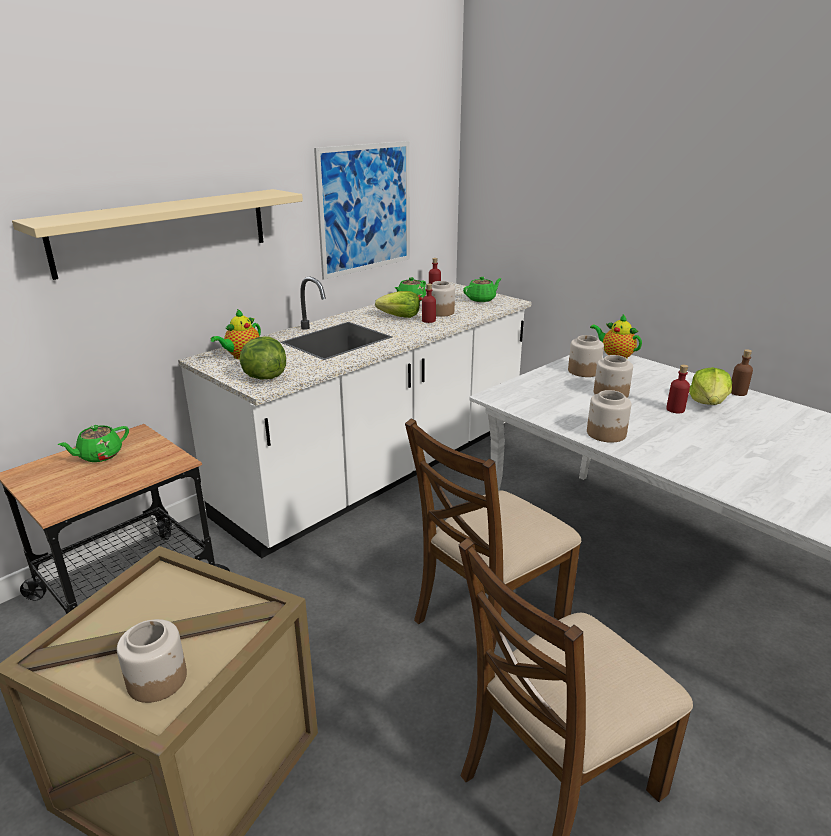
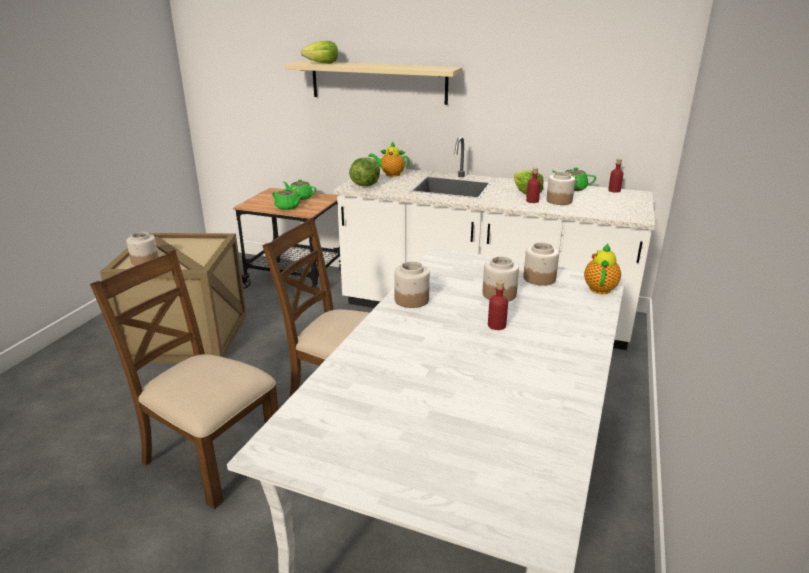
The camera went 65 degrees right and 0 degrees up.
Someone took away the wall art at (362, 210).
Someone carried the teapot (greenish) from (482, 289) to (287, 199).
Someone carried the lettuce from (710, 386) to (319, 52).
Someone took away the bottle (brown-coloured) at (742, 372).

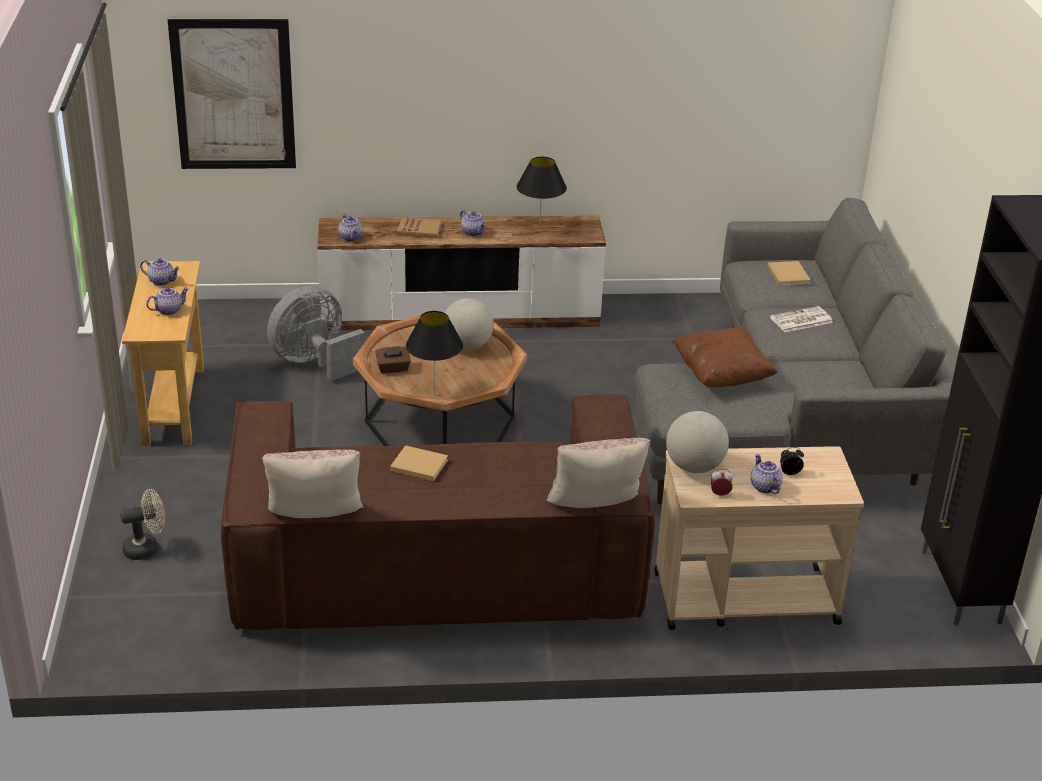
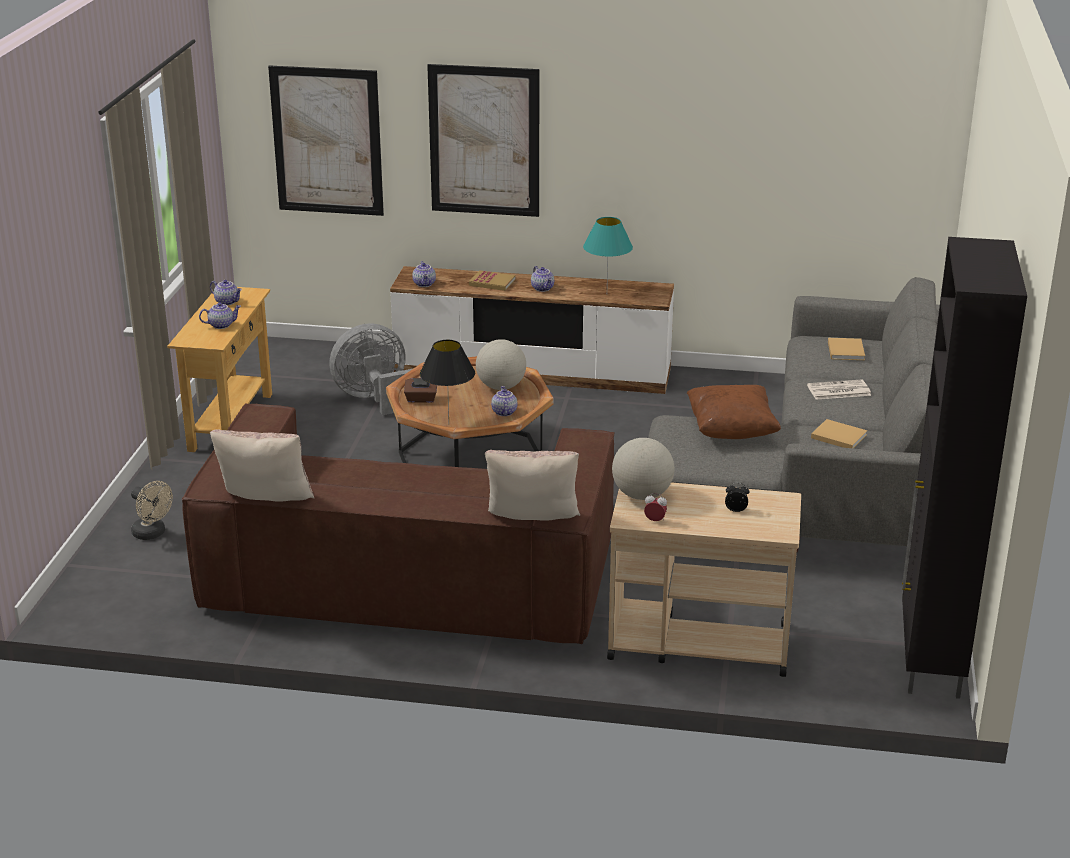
The camera went 15 degrees right and 5 degrees down.
Someone rotated the fan (beige) at (142, 524) by 45 degrees clockwise.
Someone carried the volume (beige) from (419, 463) to (839, 434).
Someone repainted the lamp for a table (black-coloured) at (541, 195), which became the lamp for a table (turquoise-coloured) at (608, 250).
Someone carried the teapot from (767, 474) to (504, 401).
Someone put up the wall art at (483, 140).

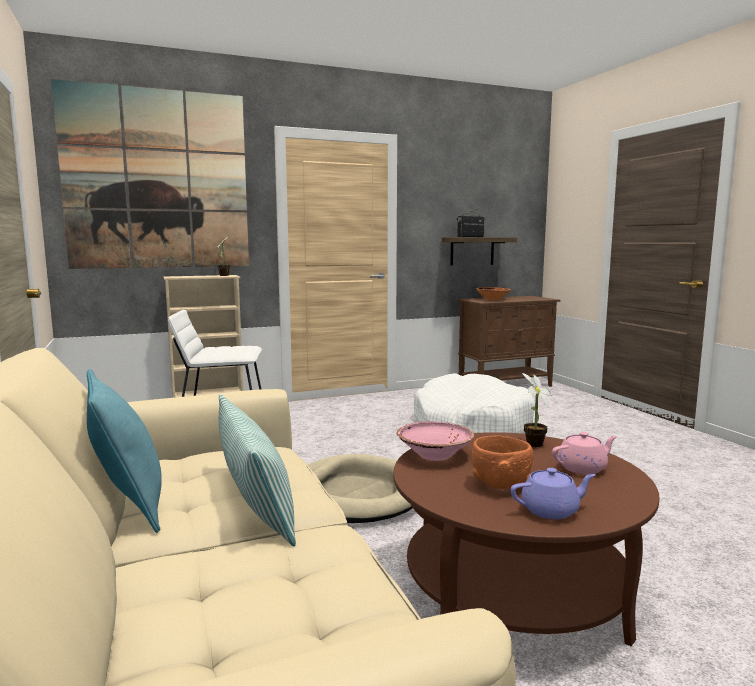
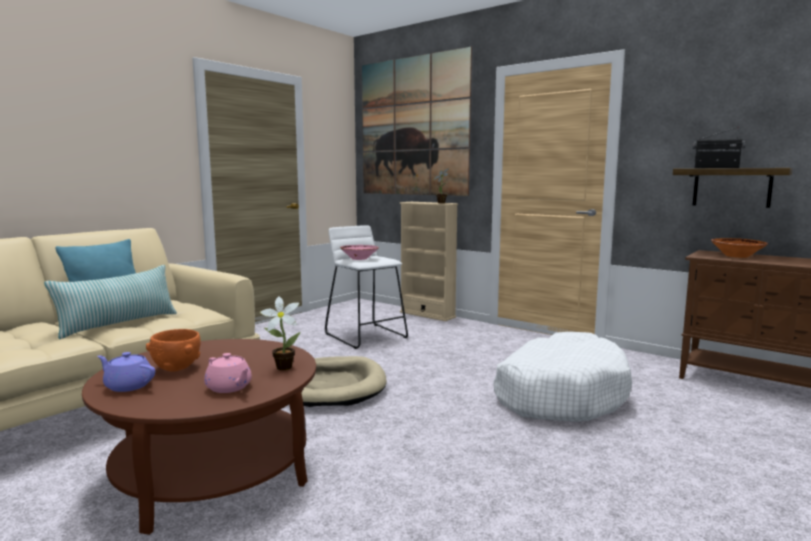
The camera went 60 degrees right and 0 degrees up.
Someone carried the bowl (pinkish) from (435, 441) to (359, 252).
Someone rotated the teapot (purplish) at (553, 493) by 150 degrees clockwise.

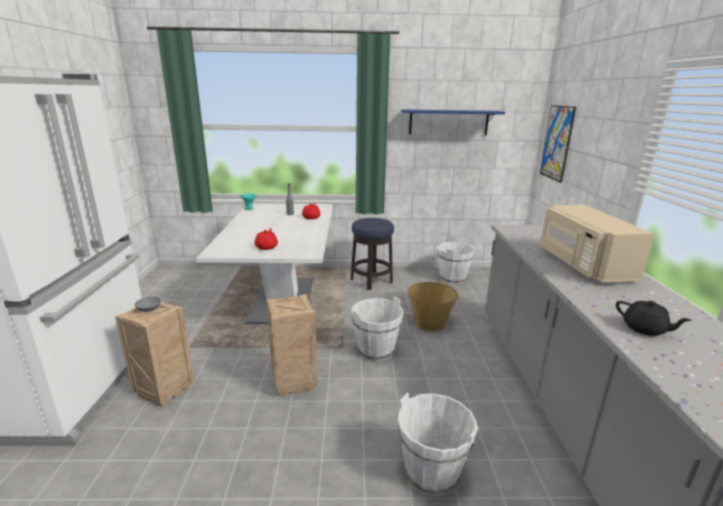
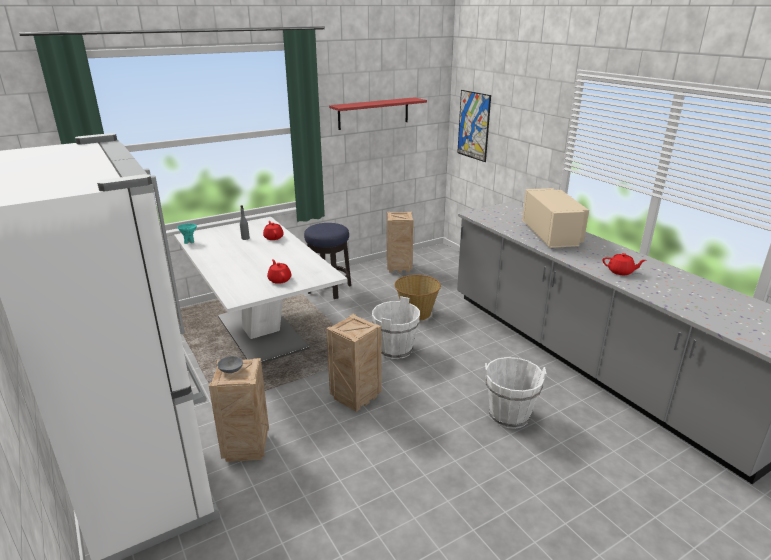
The camera went 30 degrees left and 5 degrees up.
Someone repainted the shelf (blue-coloured) at (453, 122), which became the shelf (red-coloured) at (378, 113).
Someone swapped the pail (whitish) at (456, 261) for the shipping crate at (400, 242).
Someone rotated the microwave oven (beige) at (597, 243) by 150 degrees counterclockwise.
Someone repainted the teapot (black-coloured) at (654, 318), which became the teapot (red-coloured) at (624, 264).

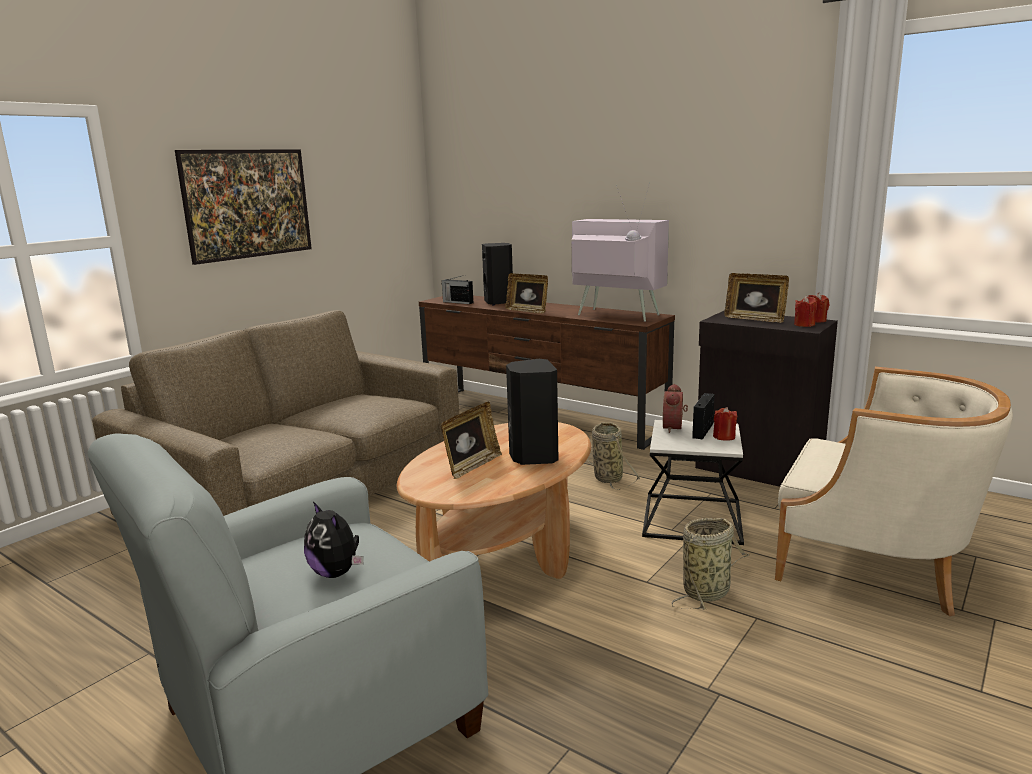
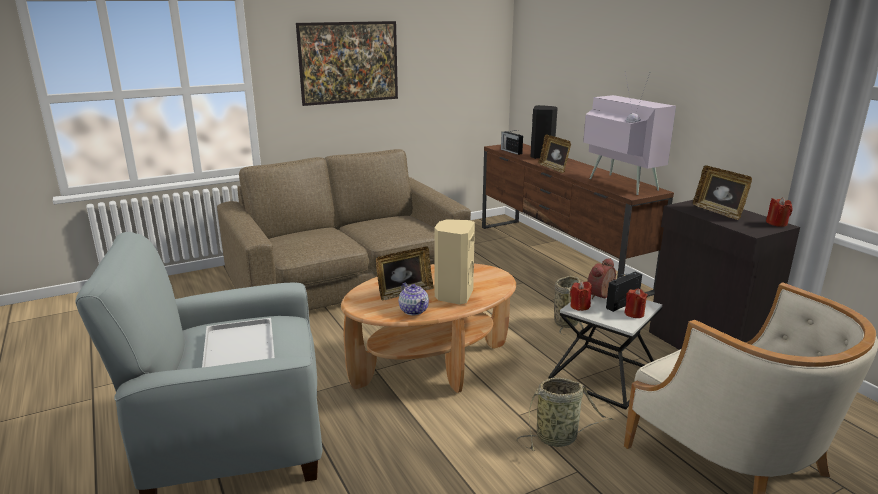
The camera went 25 degrees right and 5 degrees up.
Someone swapped the cuddly toy at (333, 539) for the serving tray (whitish) at (238, 342).
Someone repainted the audio speaker (black-coloured) at (532, 412), which became the audio speaker (beige) at (454, 262).
Someone carried the wax candle (red-coloured) from (805, 311) to (581, 296).
Someone put down the teapot at (414, 299).

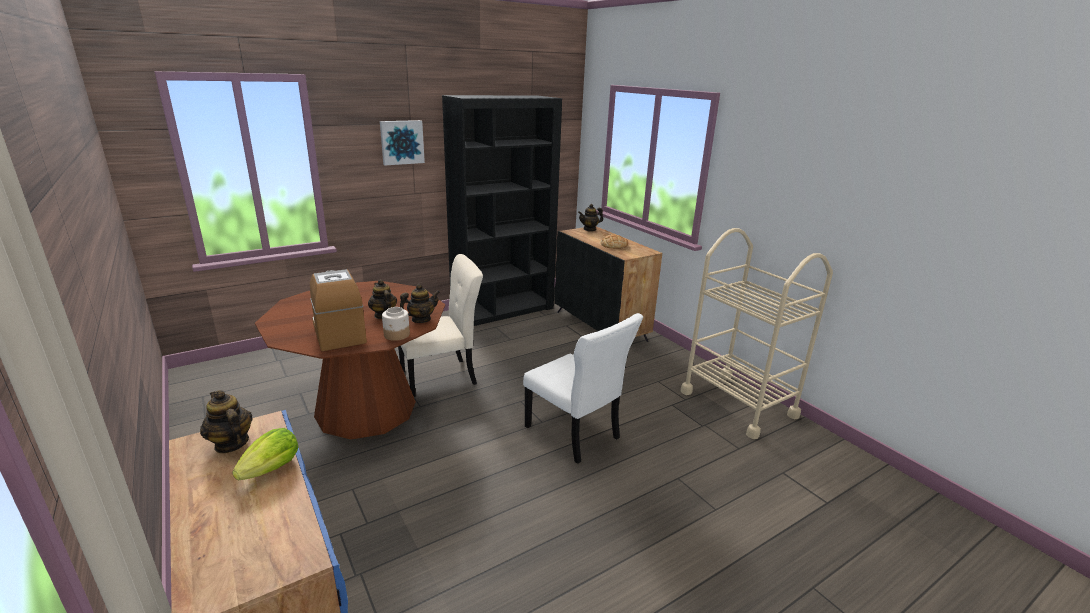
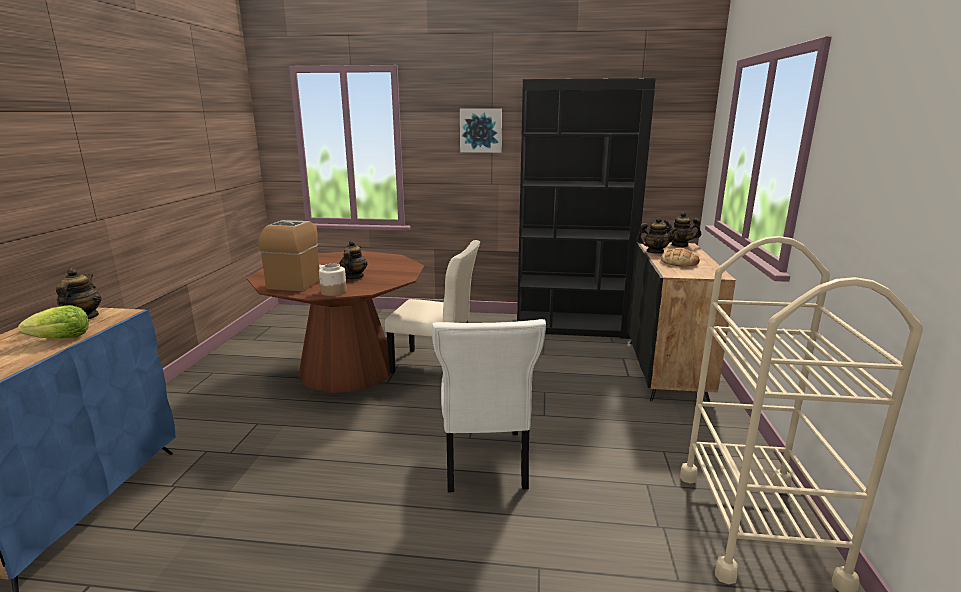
The camera went 40 degrees right and 5 degrees down.
Someone carried the teapot from (420, 303) to (657, 236).

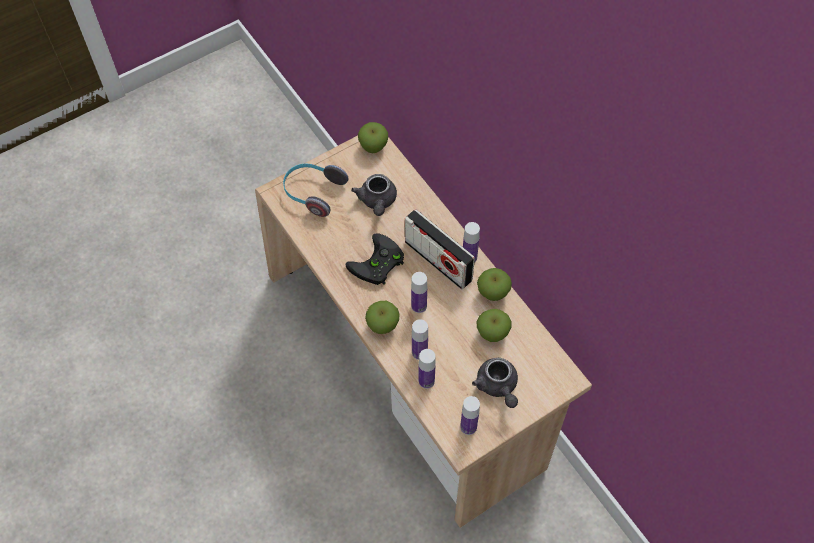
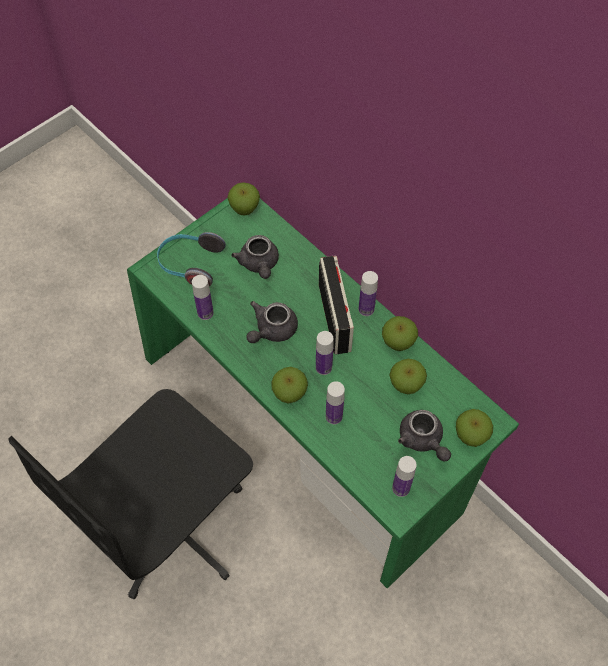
The camera went 10 degrees left and 0 degrees up.
Someone repainted the desk unit (beige) at (423, 331), which became the desk unit (greenish) at (323, 393).
Someone swapped the game controller (black-coloured) at (374, 259) for the teapot (grey) at (272, 322).
Someone rotated the radio at (440, 249) by 135 degrees counterclockwise.
Someone carried the bottle from (427, 369) to (203, 297).
Someone put down the office chair (black-coloured) at (130, 494).
Someone put down the apple at (474, 428).

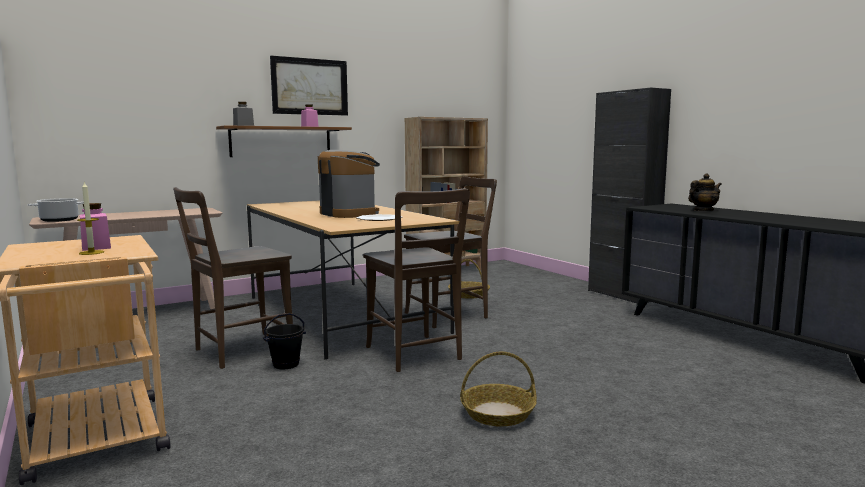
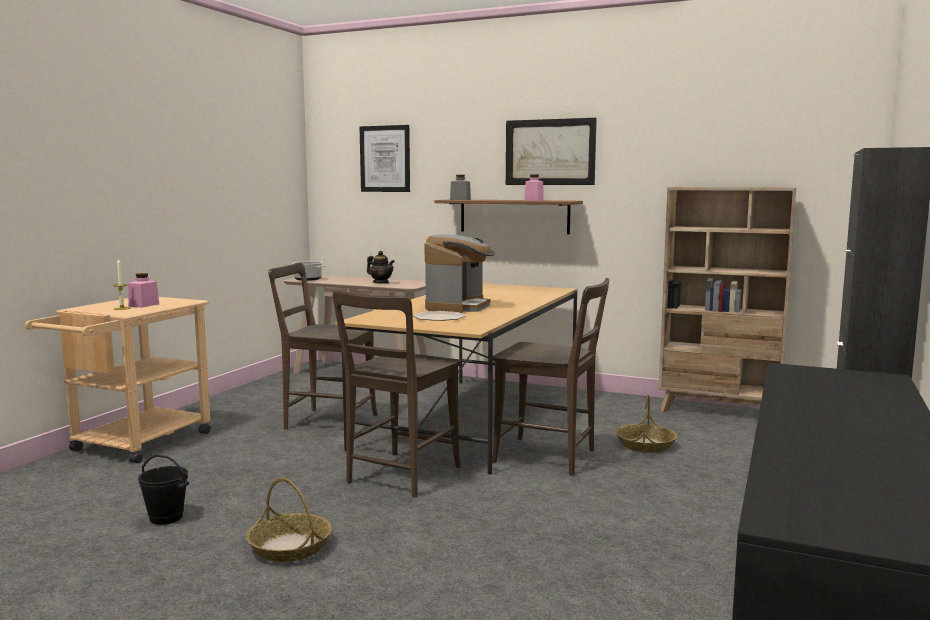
The camera went 55 degrees right and 0 degrees up.
Someone carried the pail (black-coloured) from (284, 341) to (163, 489).
Someone carried the teapot from (705, 192) to (381, 267).
Someone put up the wall art at (385, 158).

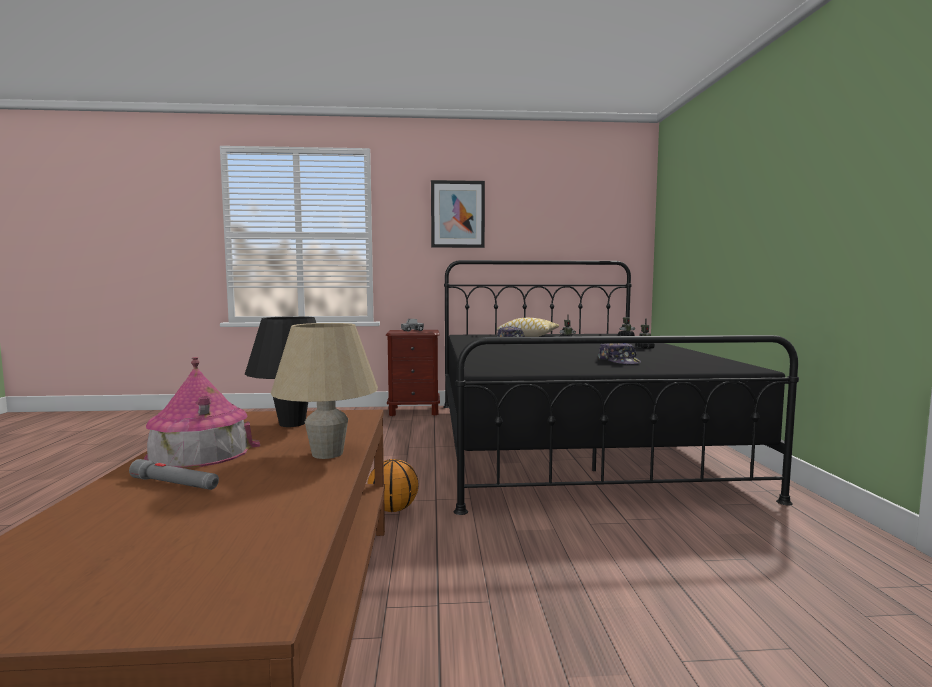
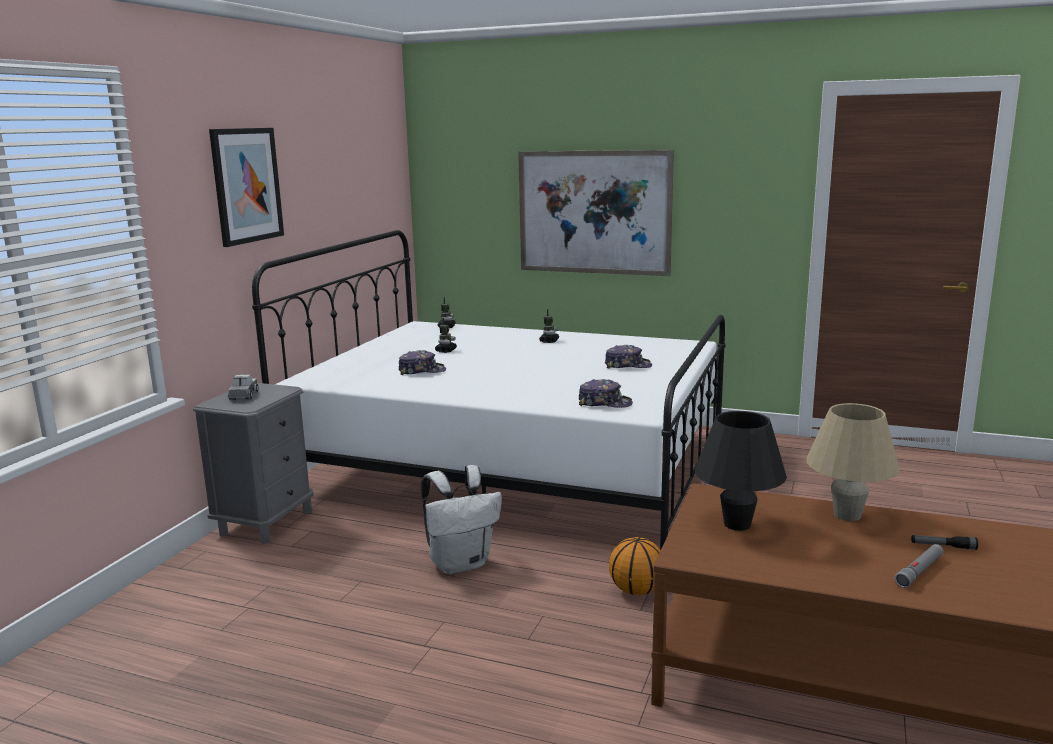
The camera went 65 degrees left and 10 degrees up.
Someone took away the toy house at (202, 412).
Someone repainted the nightstand (brown-coloured) at (413, 373), which became the nightstand (grey) at (253, 463).
Someone repainted the bedroom bed (black-coloured) at (621, 387), which became the bedroom bed (whitish) at (489, 390).
Someone took away the cushion at (528, 327).
Someone put down the rucksack (whitish) at (461, 519).
Someone put up the wall art at (596, 213).
Someone put down the peaked cap at (606, 393).
Someone put down the torch at (944, 542).

